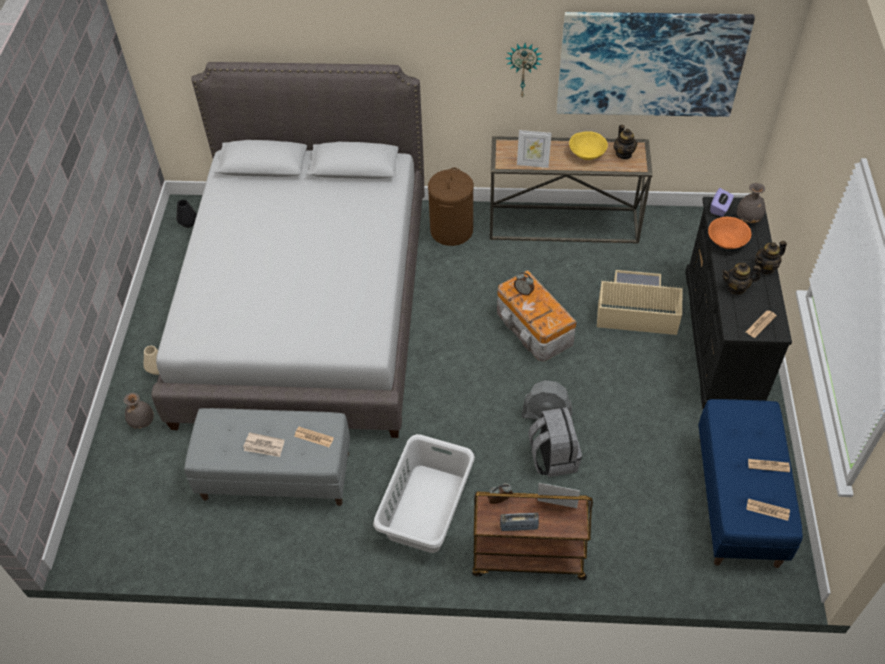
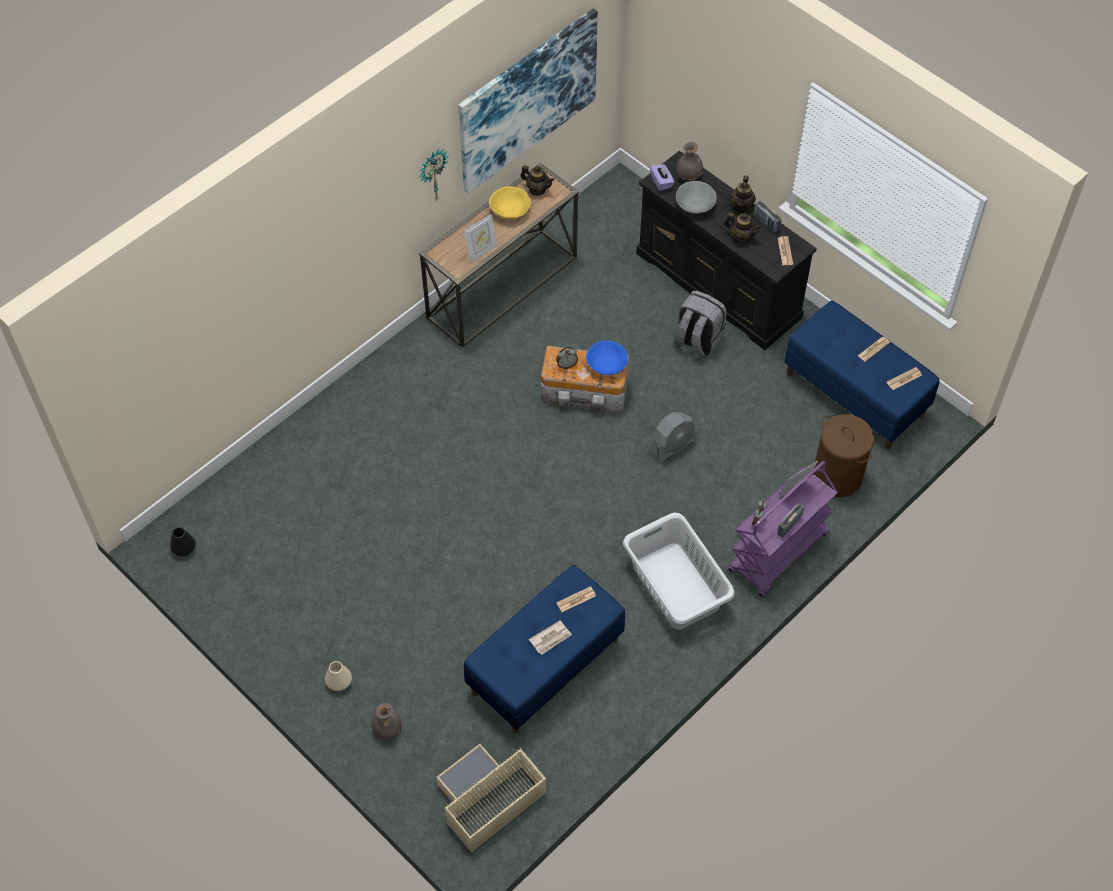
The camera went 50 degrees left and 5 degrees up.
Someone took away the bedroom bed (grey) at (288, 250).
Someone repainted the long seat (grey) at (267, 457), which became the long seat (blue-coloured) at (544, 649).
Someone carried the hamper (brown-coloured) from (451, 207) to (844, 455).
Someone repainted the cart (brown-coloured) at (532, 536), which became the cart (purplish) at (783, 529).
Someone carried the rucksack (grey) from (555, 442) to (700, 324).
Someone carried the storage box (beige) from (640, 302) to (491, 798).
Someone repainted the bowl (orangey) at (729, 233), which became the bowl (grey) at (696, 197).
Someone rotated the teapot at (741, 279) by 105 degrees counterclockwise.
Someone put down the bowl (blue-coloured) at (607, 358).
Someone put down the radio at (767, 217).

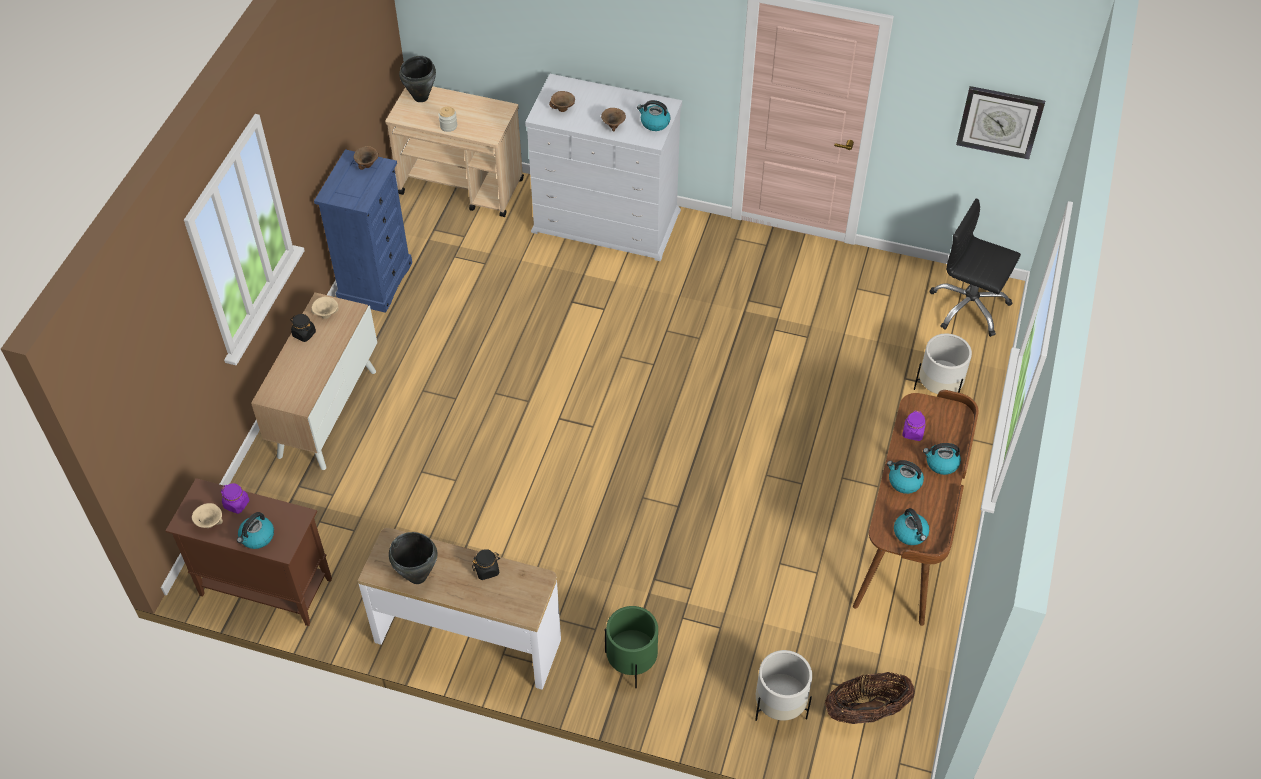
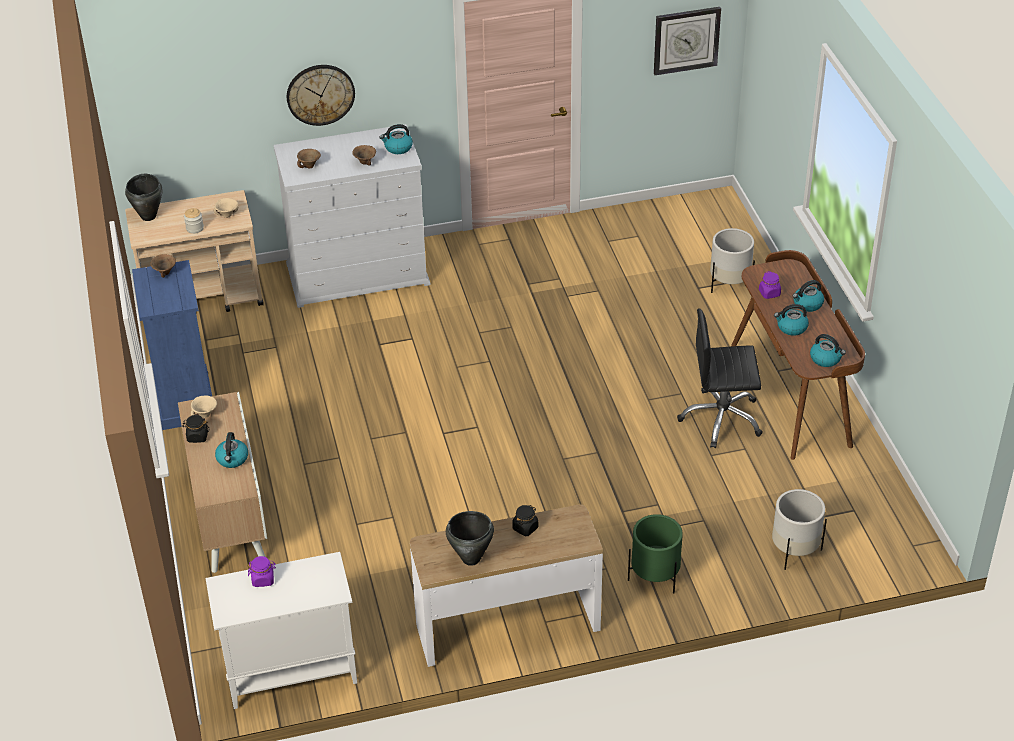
The camera went 30 degrees left and 10 degrees down.
Someone repainted the cabinet (brown-coloured) at (248, 552), which became the cabinet (whitish) at (281, 630).
Someone carried the bowl (beige) from (207, 515) to (226, 208).
Someone carried the kettle from (255, 530) to (231, 450).
Someone took away the storage basket at (870, 698).
Someone carried the office chair (black-coloured) from (975, 267) to (720, 378).
Someone put up the wall clock at (321, 95).

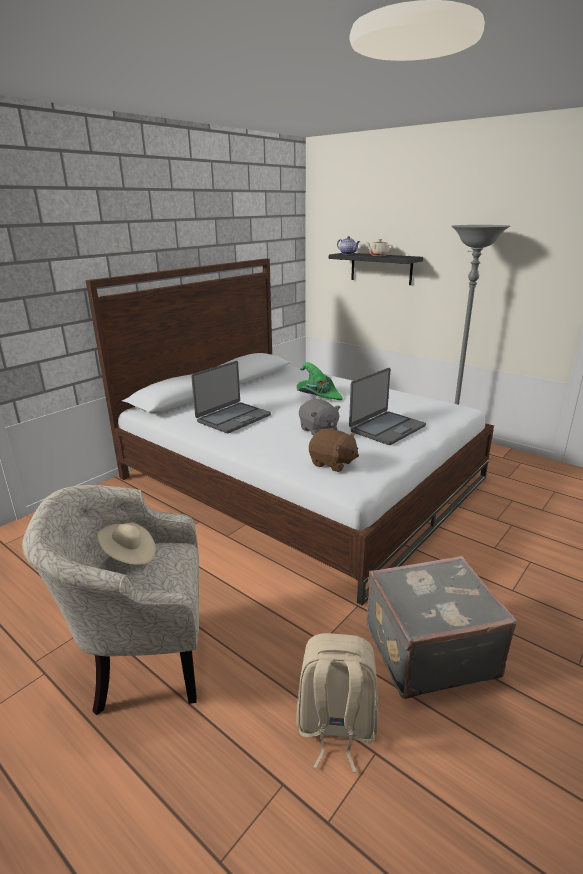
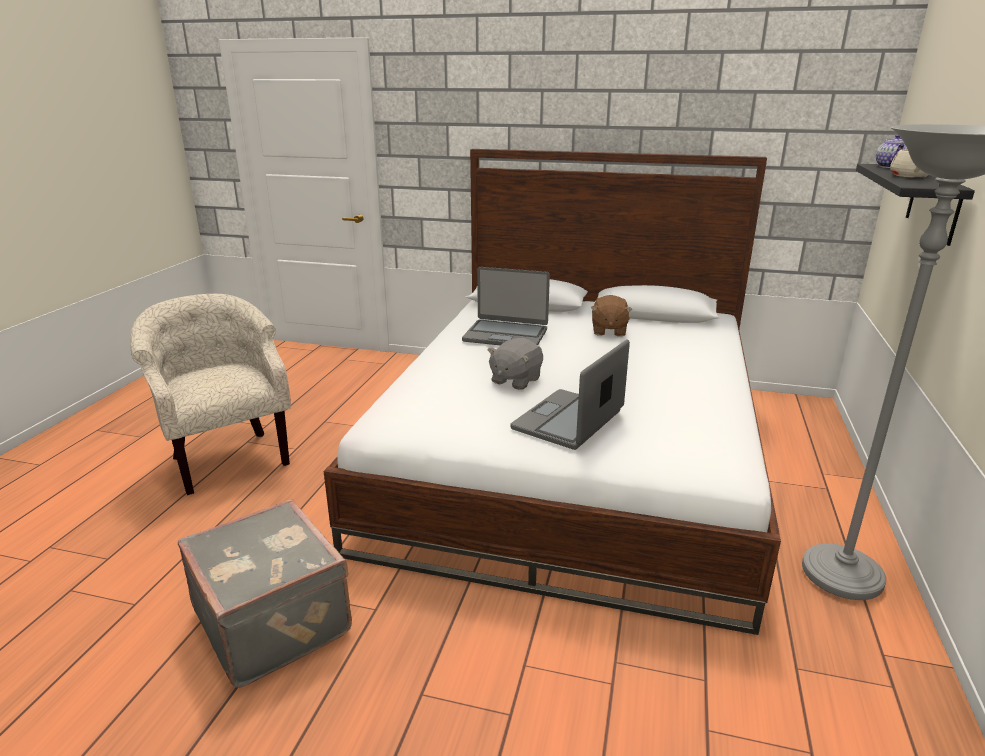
The camera went 65 degrees right and 0 degrees up.
Someone took away the clothing hat (beige) at (126, 543).
Someone took away the rucksack (beige) at (337, 702).
Someone took away the clothing hat (greenish) at (320, 381).
Someone carried the cuddly toy (brown-coloured) from (334, 450) to (611, 316).
Someone rotated the portable computer at (387, 406) by 105 degrees clockwise.

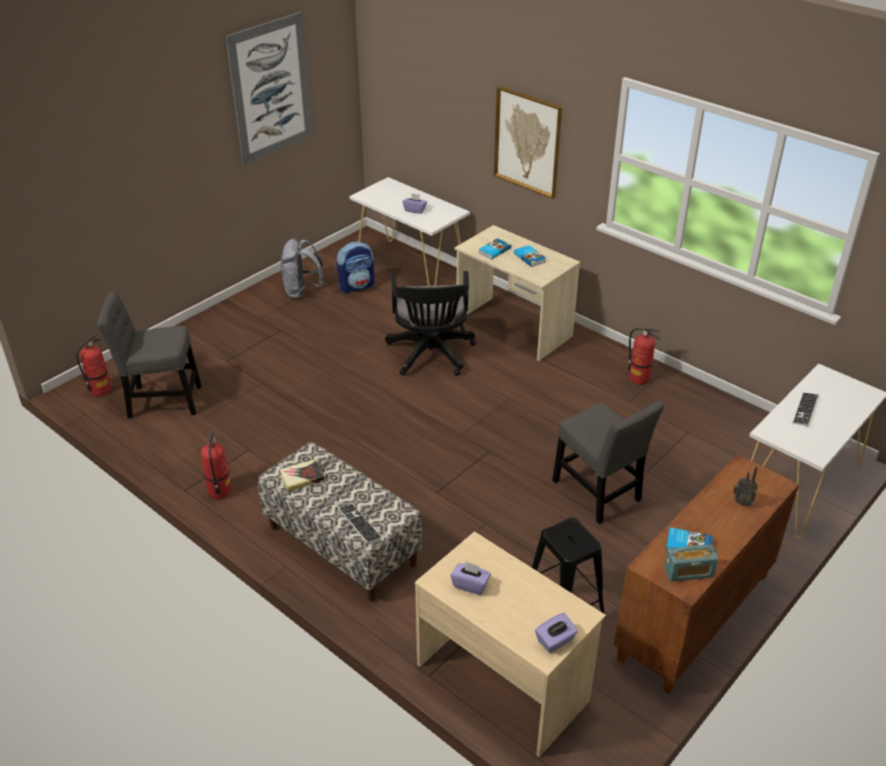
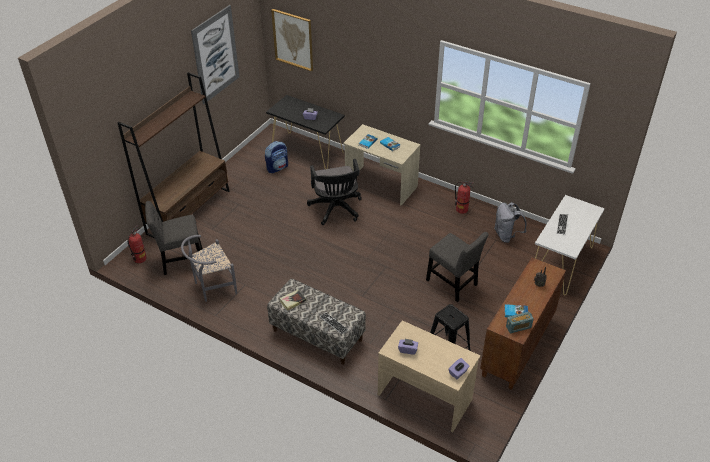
The camera went 10 degrees left and 5 degrees up.
Someone took away the fire extinguisher at (216, 463).
Someone carried the rucksack (grey) from (301, 269) to (510, 222).
Someone repainted the console table (whitish) at (409, 231), which became the console table (black-coloured) at (305, 132).
Someone carried the wall art from (528, 142) to (292, 40).
Someone put down the bookcase (brown-coloured) at (173, 155).
Someone put down the plain chair (grey) at (209, 268).

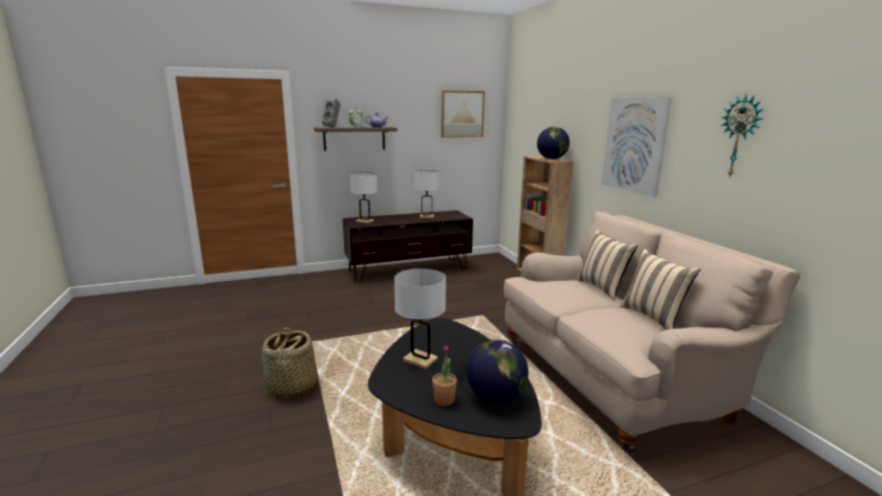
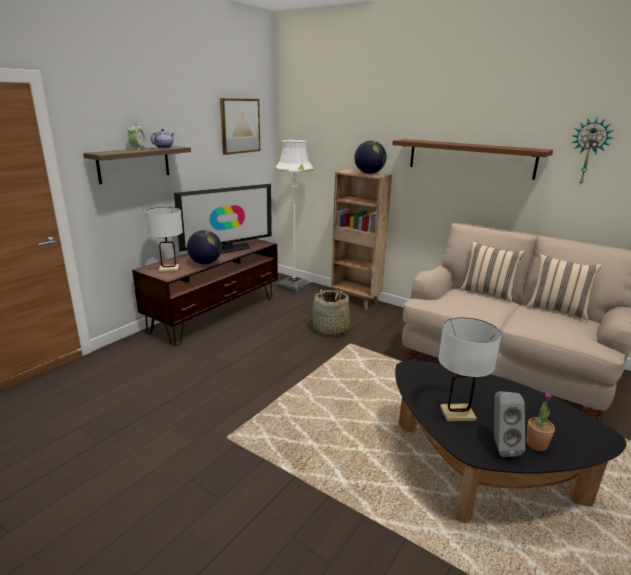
The camera went 35 degrees left and 5 degrees up.
Someone carried the storage basket from (289, 363) to (331, 312).
Someone carried the audio speaker (grey) from (331, 112) to (509, 424).
Someone swapped the lamp for a table (whitish) at (427, 194) for the television at (223, 219).
Someone carried the world globe from (497, 371) to (204, 247).
Someone swapped the wall art at (637, 147) for the shelf (brown-coloured) at (472, 159).
Someone put down the standard lamp (whitish) at (294, 216).

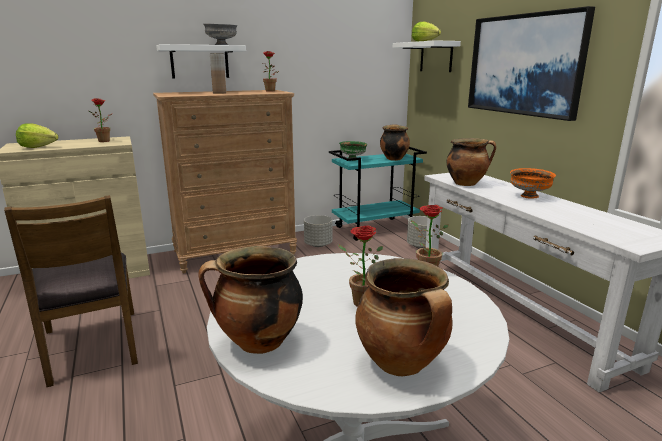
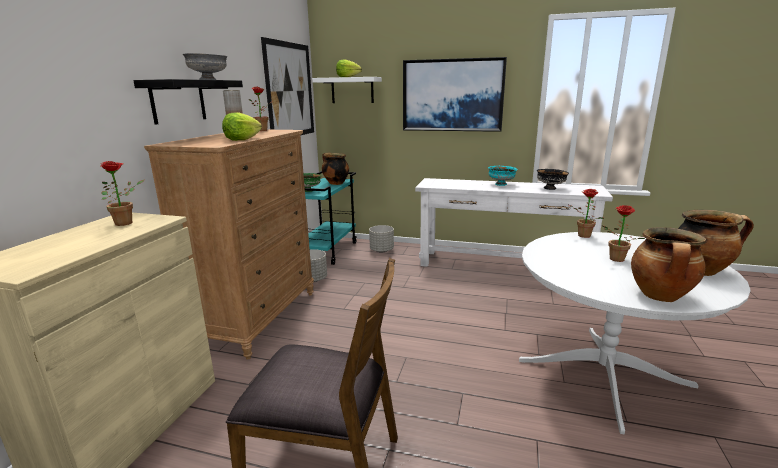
The camera went 50 degrees left and 0 degrees up.
Someone carried the lettuce from (37, 135) to (242, 126).
Someone repainted the shelf (whitish) at (201, 61), which became the shelf (black-coloured) at (188, 102).
Someone took away the cooking pot at (471, 162).
Someone repainted the bowl (orangey) at (533, 183), which became the bowl (turquoise-coloured) at (503, 176).
Someone put up the wall art at (287, 86).
Someone put down the bowl (black-coloured) at (553, 179).

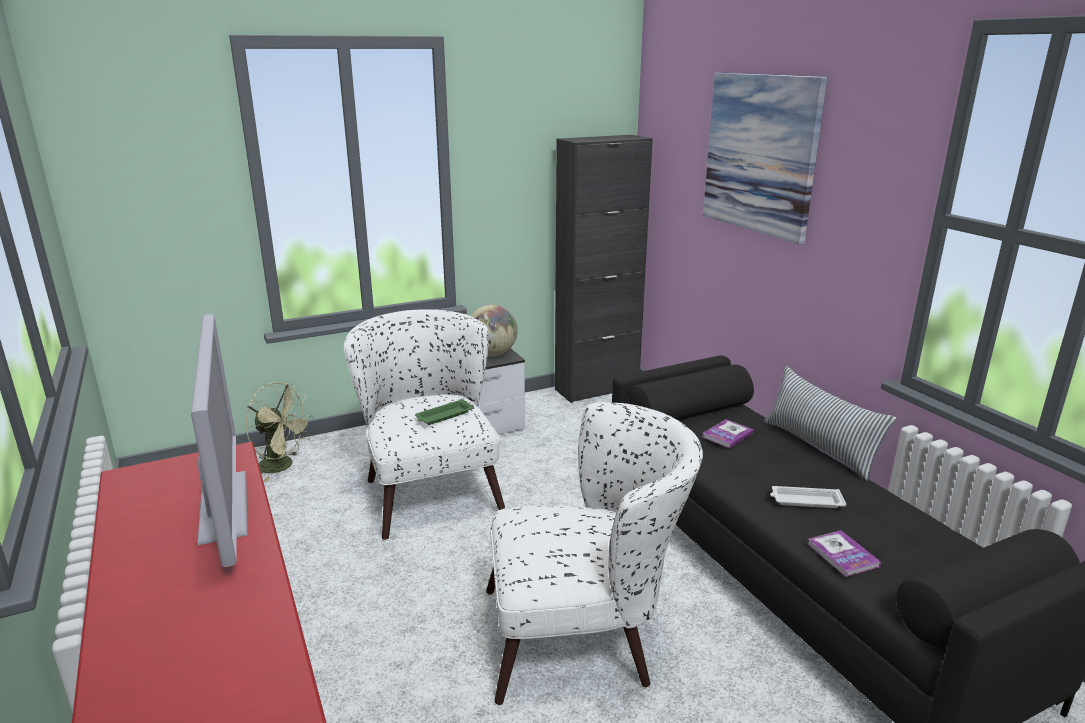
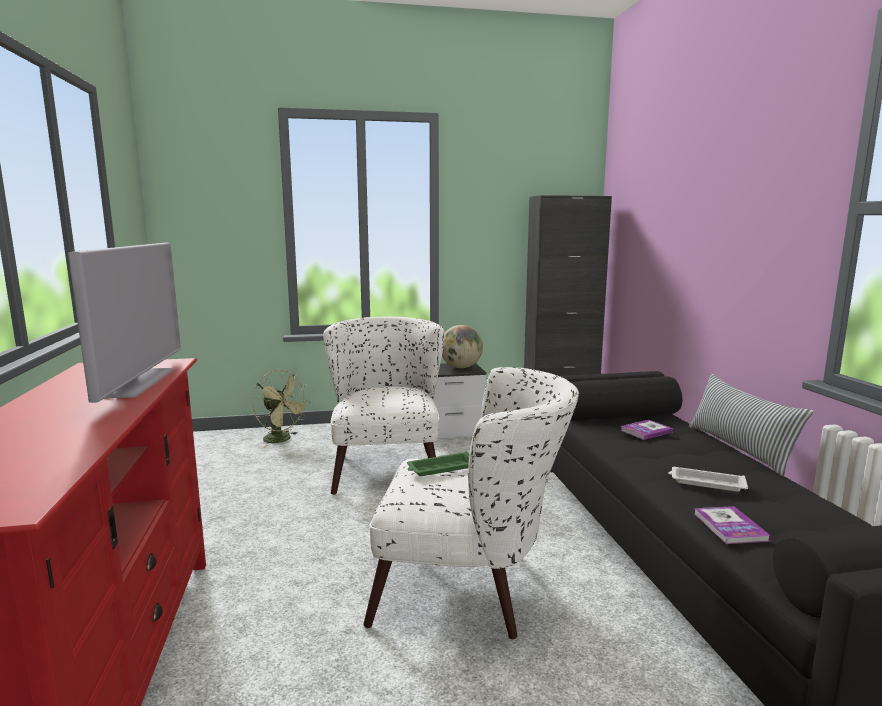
The camera went 15 degrees right and 10 degrees down.
Someone carried the serving tray (greenish) from (444, 412) to (438, 463).
Someone took away the wall art at (765, 159).

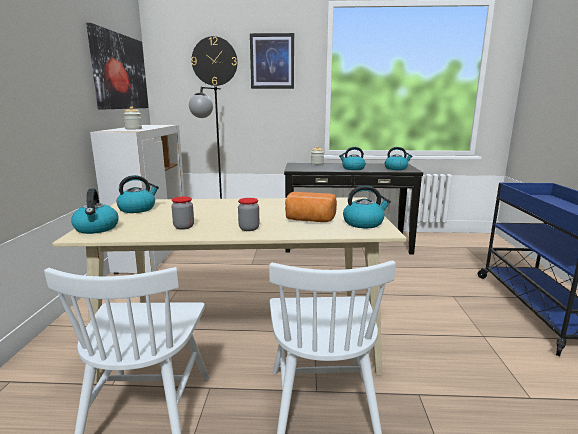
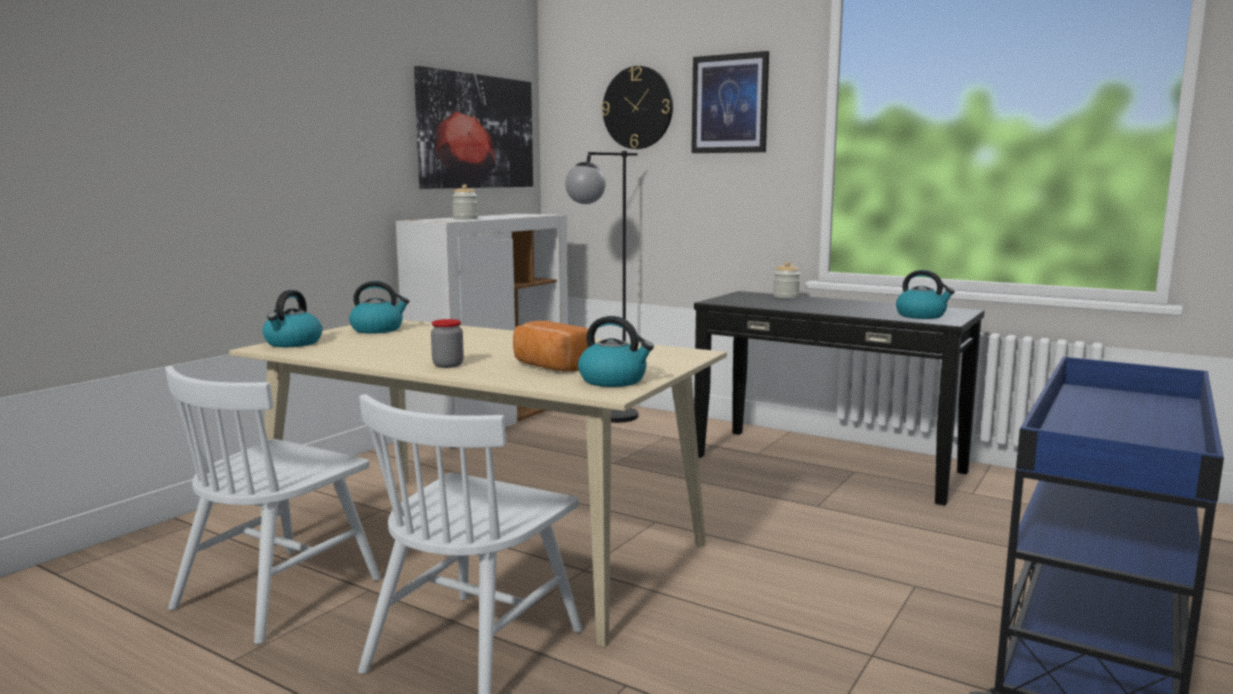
The camera went 30 degrees right and 5 degrees down.
Someone took away the preserve jar at (182, 213).
Someone took away the kettle at (352, 158).

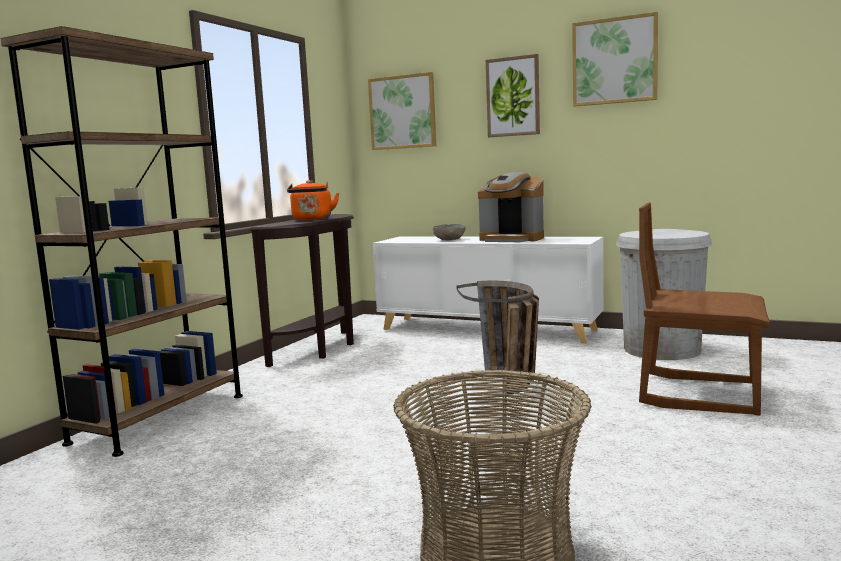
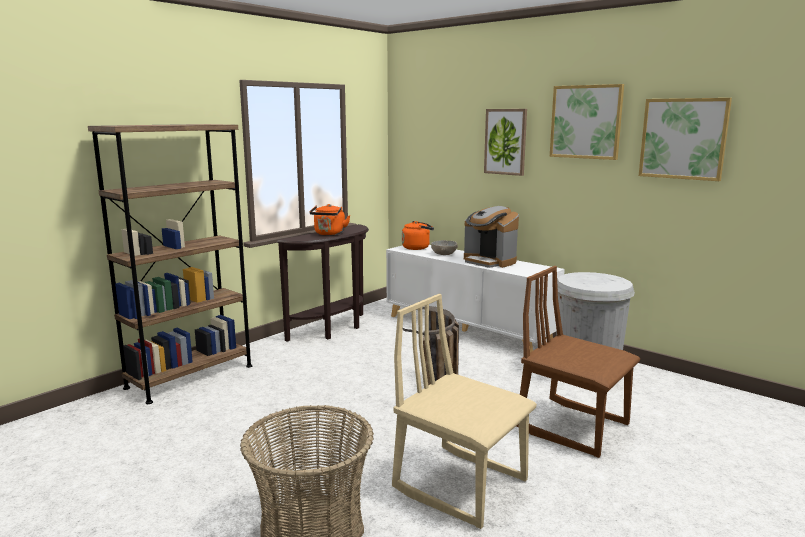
The camera went 15 degrees right and 5 degrees up.
Someone carried the wall art from (402, 111) to (685, 139).
Someone put down the plain chair (beige) at (464, 411).
Someone put down the kettle (orangey) at (418, 235).

